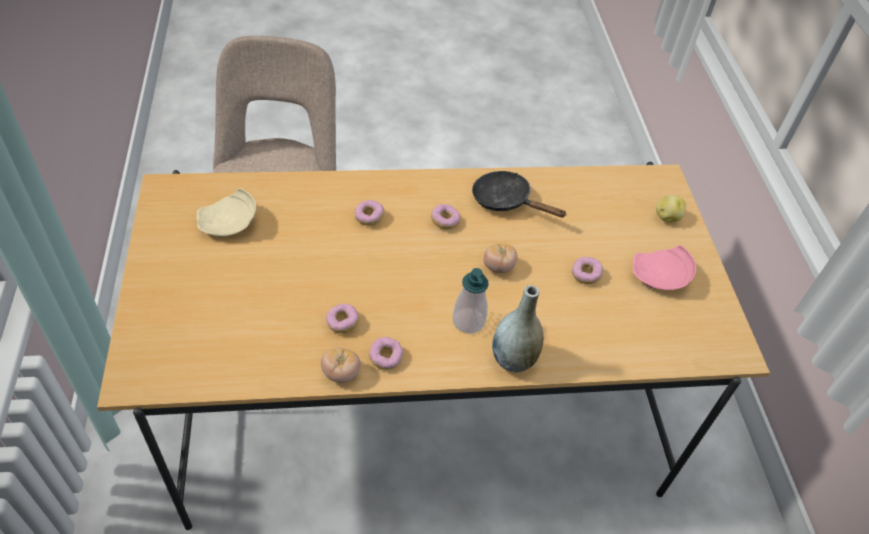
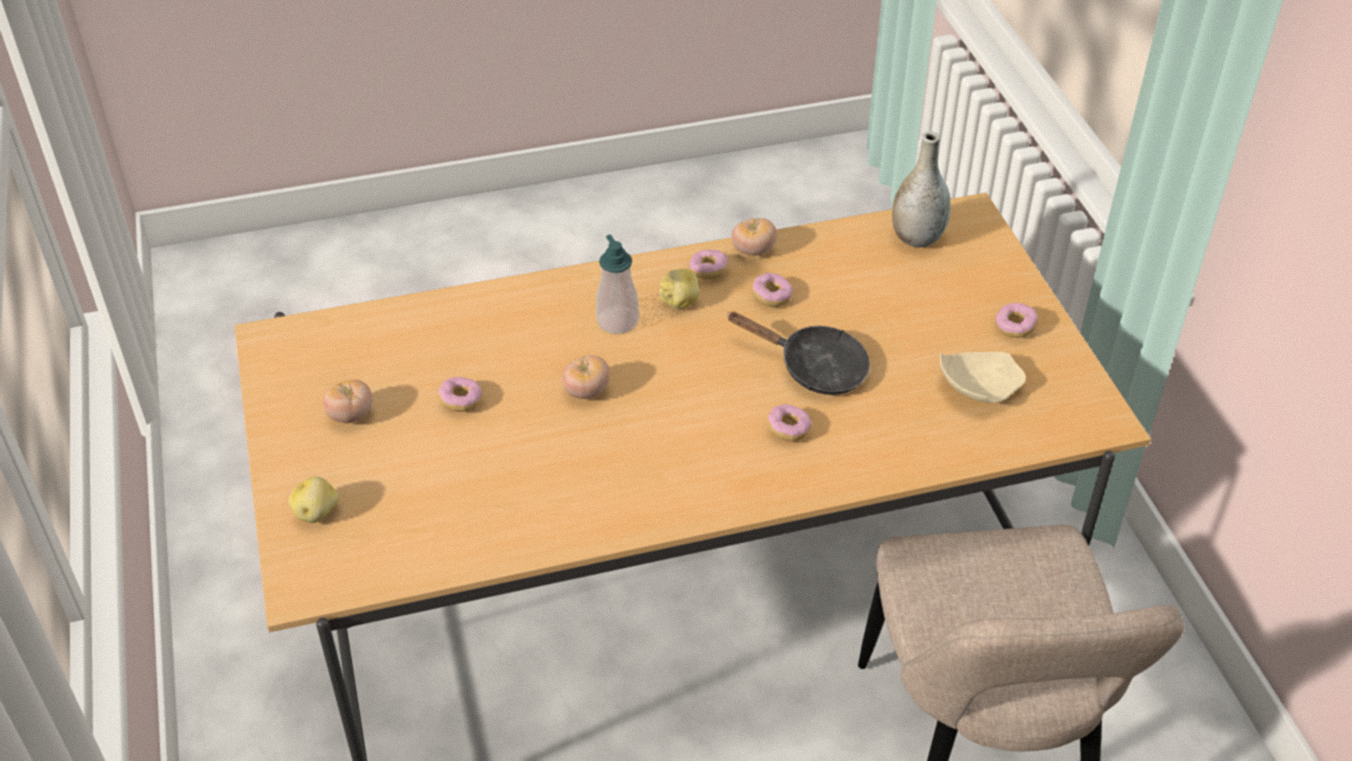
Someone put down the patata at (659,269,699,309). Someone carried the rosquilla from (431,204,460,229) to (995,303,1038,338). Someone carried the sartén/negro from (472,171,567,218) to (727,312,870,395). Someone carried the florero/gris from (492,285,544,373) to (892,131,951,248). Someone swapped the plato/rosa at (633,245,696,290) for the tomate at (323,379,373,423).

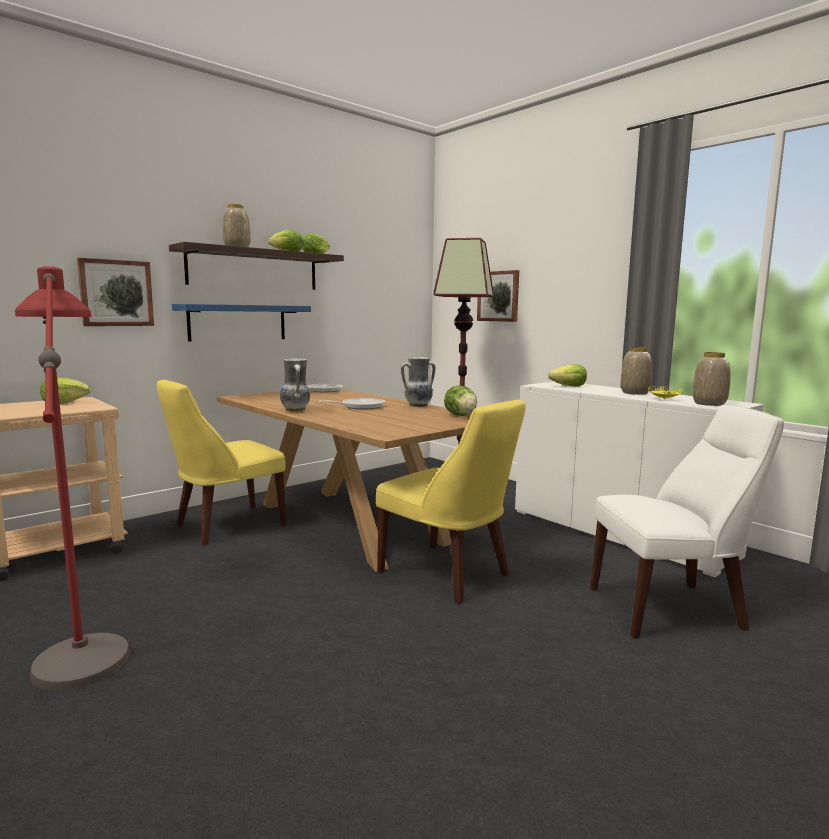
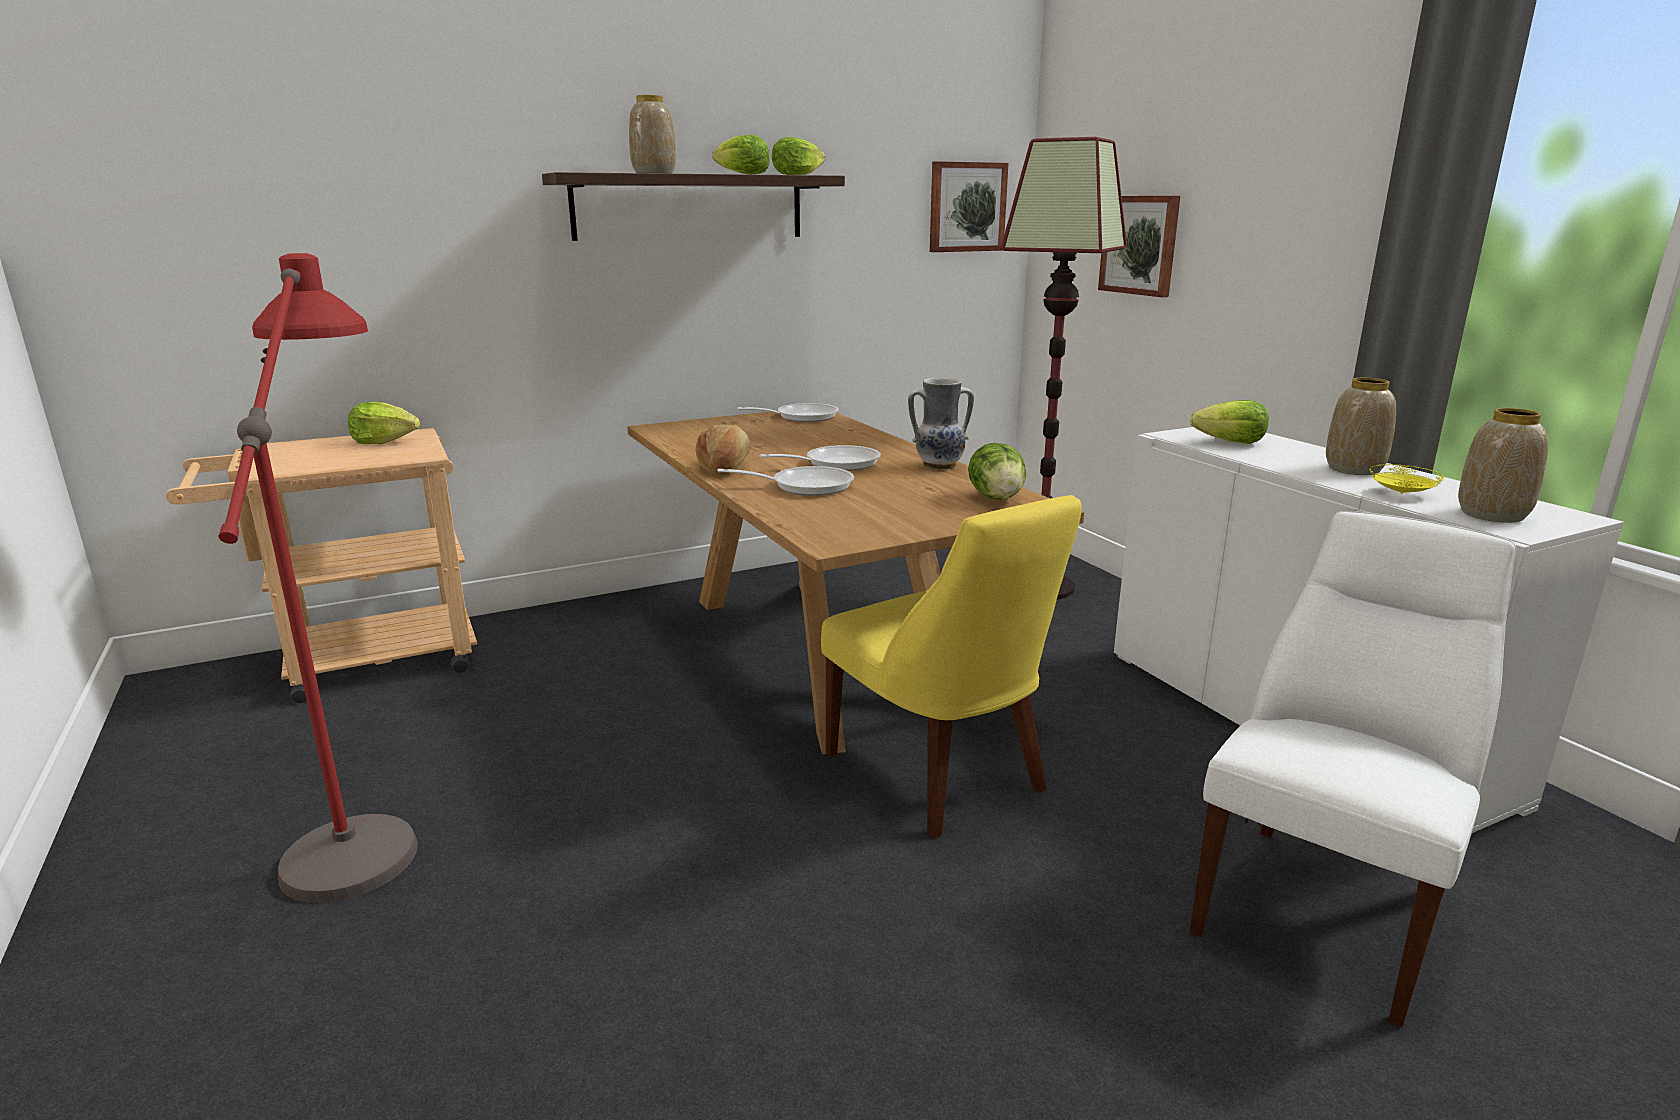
Someone took away the silla/amarillo at (157,379,287,546). Someone took away the estante/azul at (172,304,311,342). Someone put down the sartén at (718,466,854,496). Someone carried the cuadro from (77,258,154,326) to (930,161,1009,252). Someone swapped the florero at (280,358,310,412) for the pan at (695,425,750,476). Someone rotated the silla/blanco at (590,404,784,638) by 60 degrees counterclockwise.

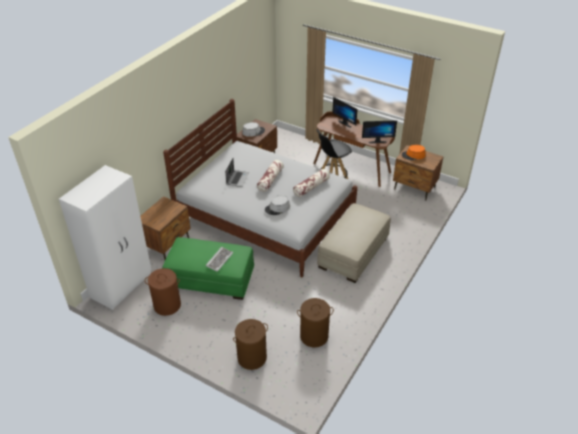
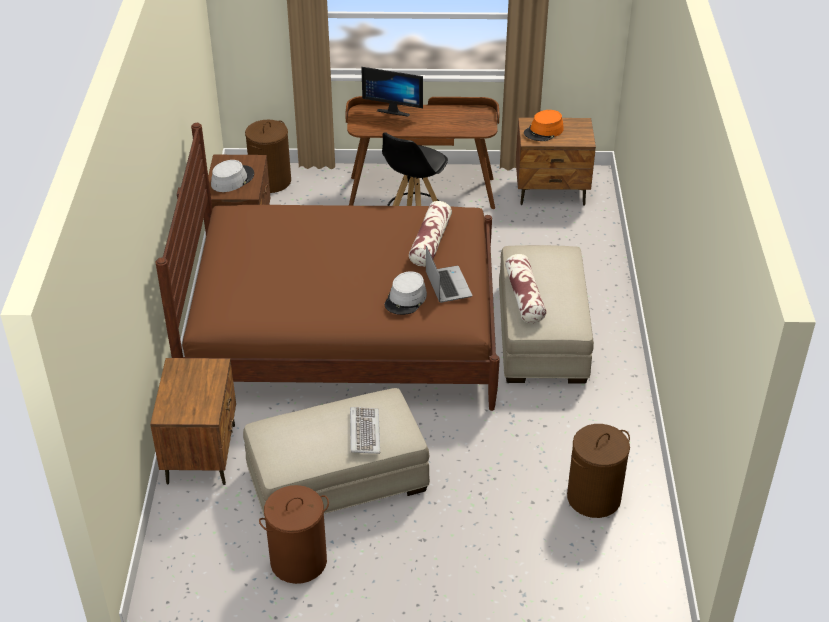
Someone took away the armario ropero/blanco at (59,165,152,310). Someone took away the monitor at (362,120,397,143). Someone carried the portátil from (225,158,249,187) to (426,246,472,303). Someone carried the cesto de la ropa/marrón from (233,319,268,370) to (245,120,291,193). Someone carried the cojín from (257,160,284,192) to (505,254,546,323). Someone repainted the puf/verde at (162,237,254,300), which became the puf/beis at (243,388,430,518). Someone repainted the cama/blanco at (163,99,357,277), which became the cama/marrón at (156,123,500,411).

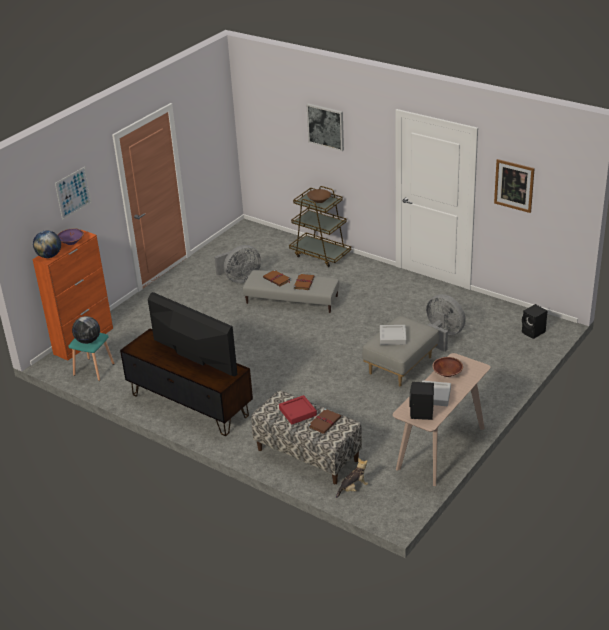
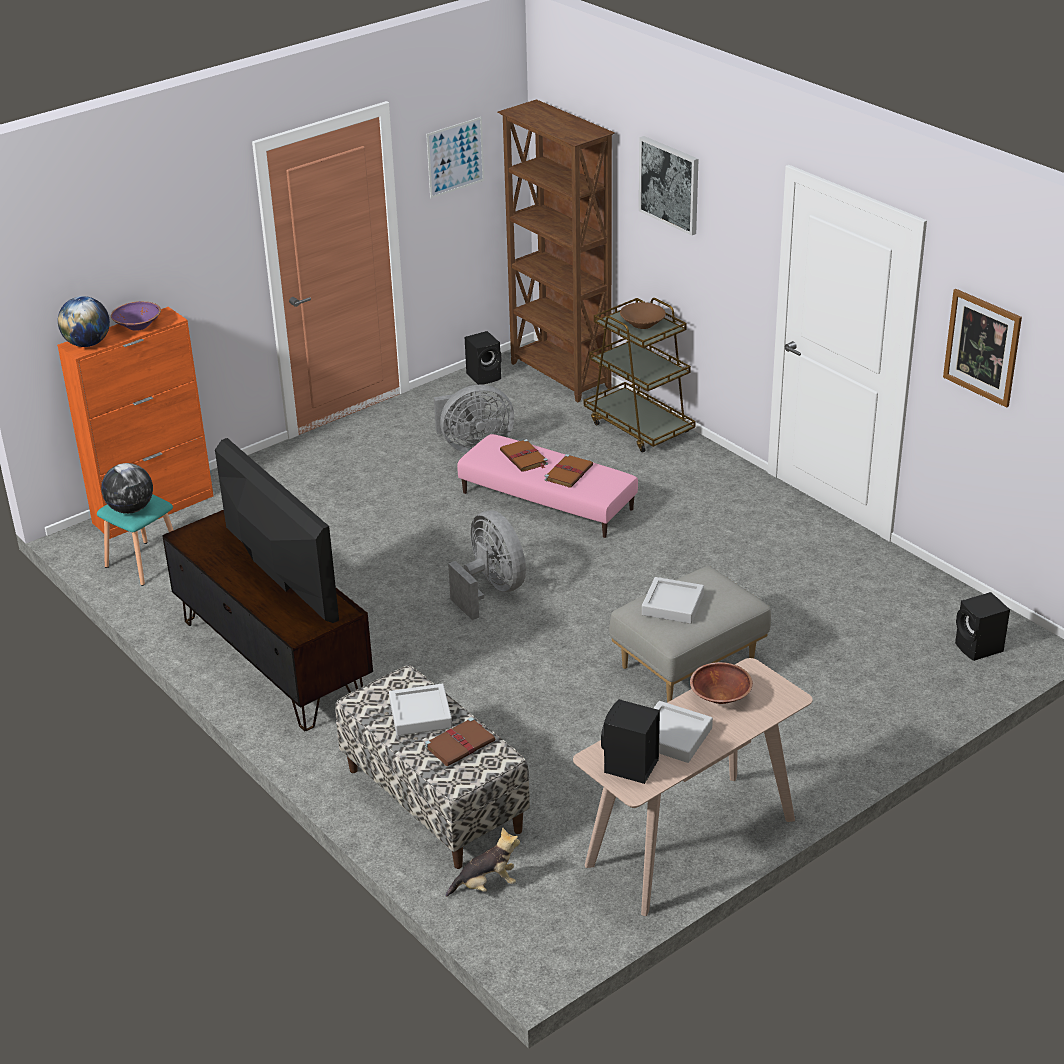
Someone put down the altavoz/negro at (465,331,502,385). Someone put down the estantería/marrón at (497,99,615,402). Someone carried the cuadro from (55,167,91,220) to (426,117,484,198). Someone carried the ventilador/gris from (426,294,466,352) to (448,510,526,620). Someone repainted the puf/gris at (243,270,339,313), which became the puf/rosa at (457,434,638,538). Someone repainted the bandeja/rojo at (279,395,317,425), which became the bandeja/gris at (389,684,452,736).

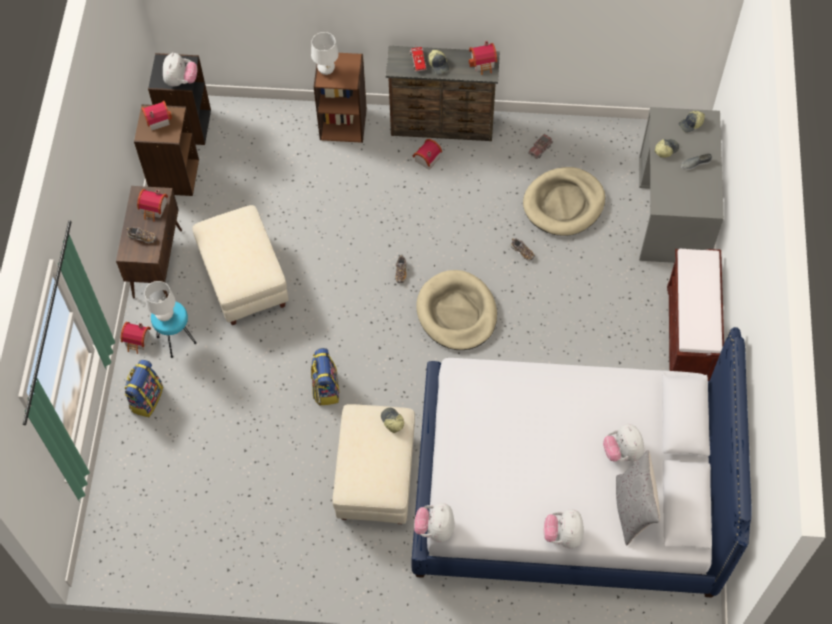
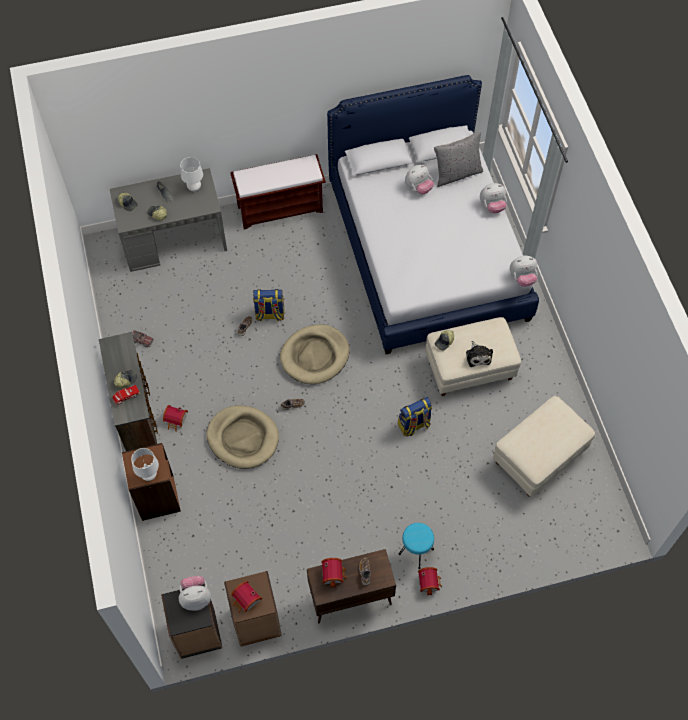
Someone took away the casita at (469,41,497,75). Someone put down the peluche at (466,341,493,367). Someone carried the mochila from (125,360,163,417) to (253,289,284,322). Someone carried the lámpara de mesa/blanco from (144,281,175,321) to (180,157,203,191). Someone carried the puf/beis from (192,205,289,325) to (493,396,595,497). Someone carried the cama para perro/beis from (523,167,606,236) to (206,405,279,469).

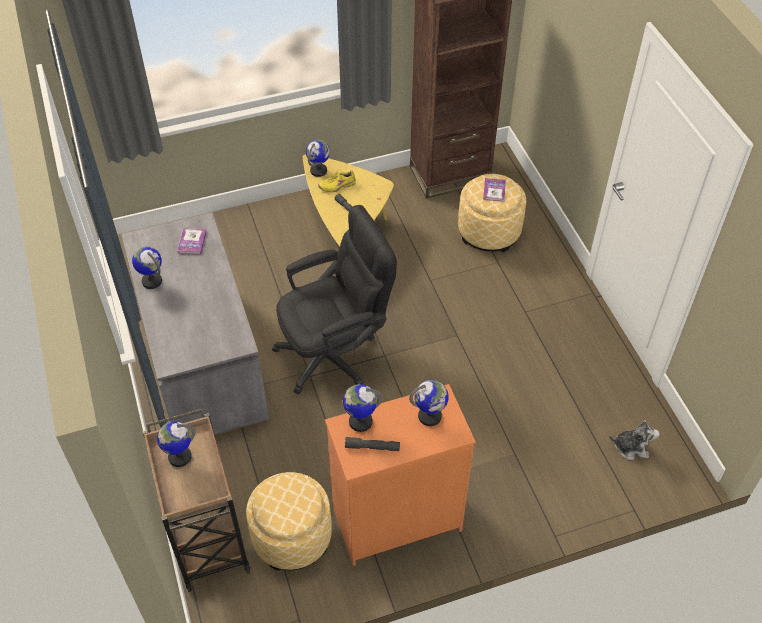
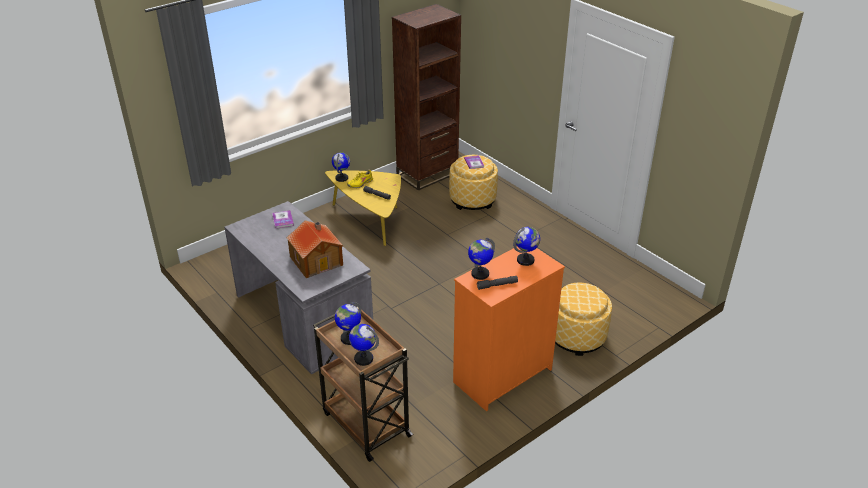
Someone took away the silla de oficina/negro at (272,205,397,394). Someone took away the peluche at (609,420,660,460). Someone put down the casita at (287,221,343,278). Someone carried the globo terráqueo from (132,246,162,289) to (349,324,379,366). Someone carried the puf from (246,472,332,571) to (555,283,612,356).

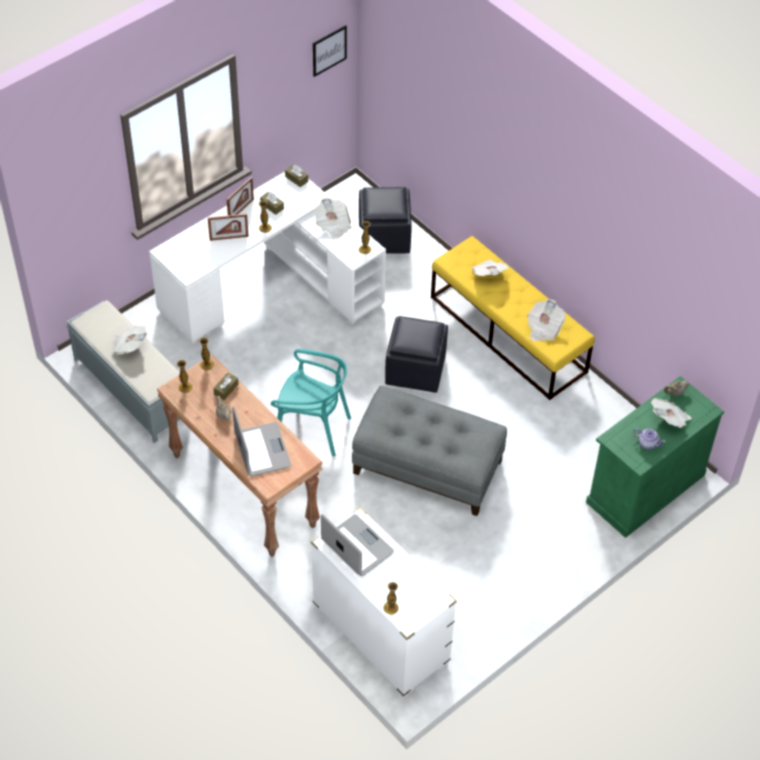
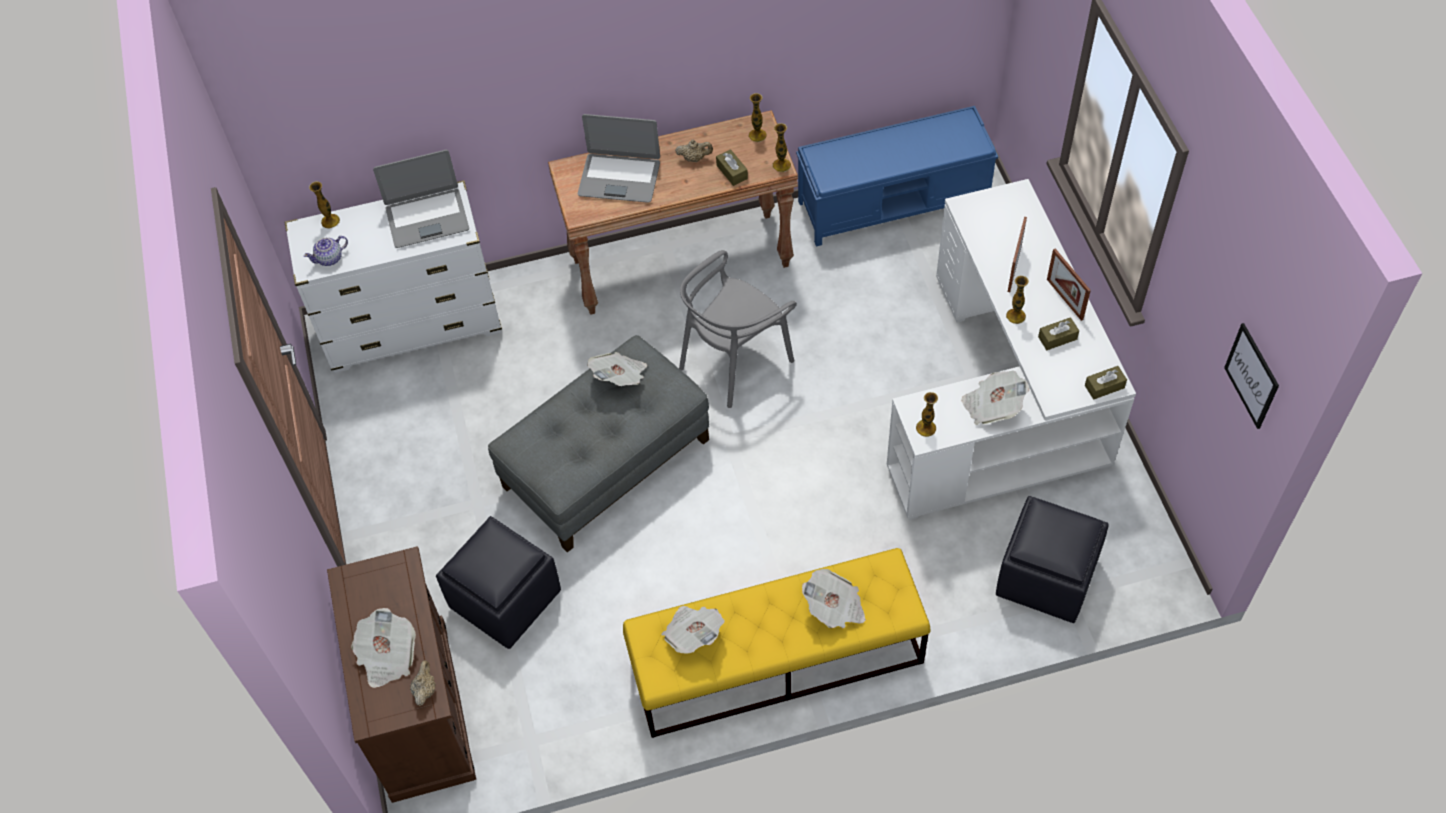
Someone carried the periódico from (112,326,147,354) to (587,352,647,386). Someone carried the puf/negro from (385,316,448,393) to (436,516,561,649). Someone carried the tetera from (633,428,666,450) to (304,236,348,266). Someone repainted the banco/gris at (66,300,180,443), which became the banco/azul at (796,106,998,246). Someone repainted the silla/turquesa at (271,349,351,456), which became the silla/gris at (679,250,797,408). Someone repainted the armario/verde at (586,376,724,538), which became the armario/marrón at (327,546,476,803).

